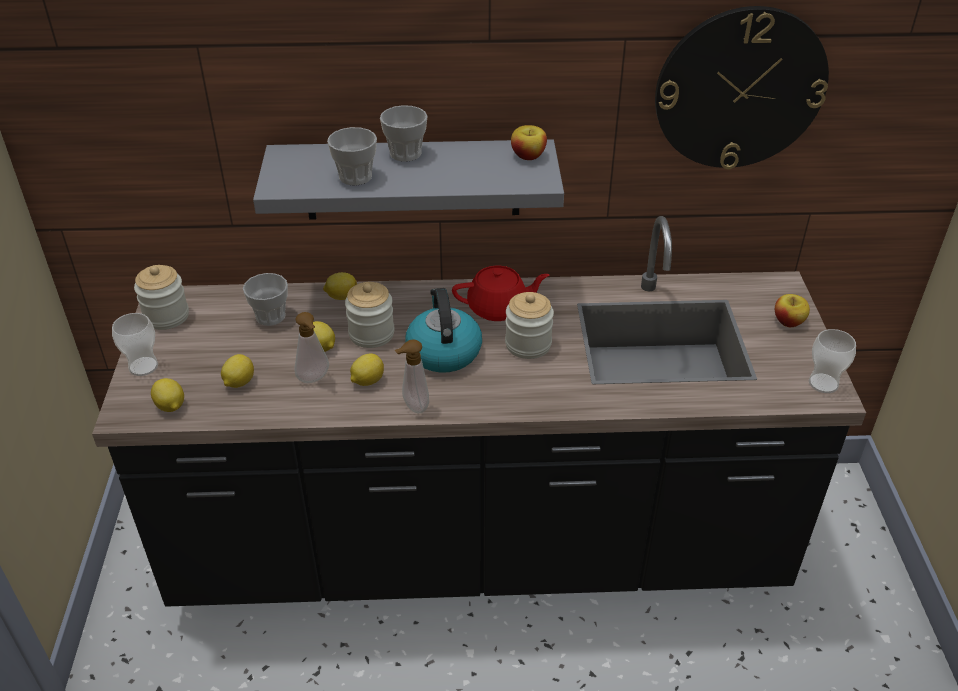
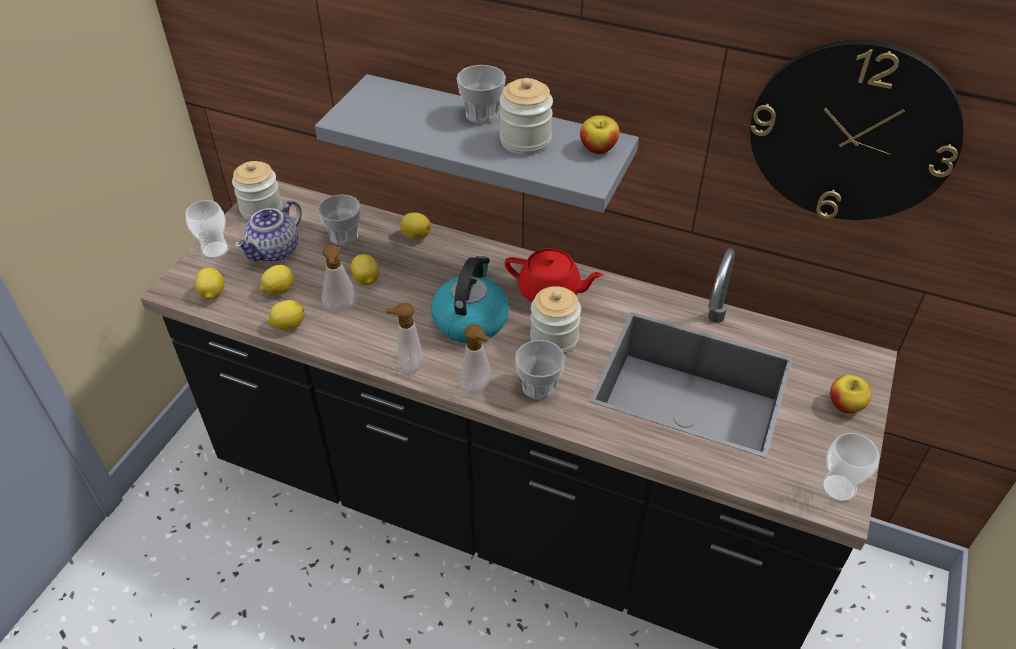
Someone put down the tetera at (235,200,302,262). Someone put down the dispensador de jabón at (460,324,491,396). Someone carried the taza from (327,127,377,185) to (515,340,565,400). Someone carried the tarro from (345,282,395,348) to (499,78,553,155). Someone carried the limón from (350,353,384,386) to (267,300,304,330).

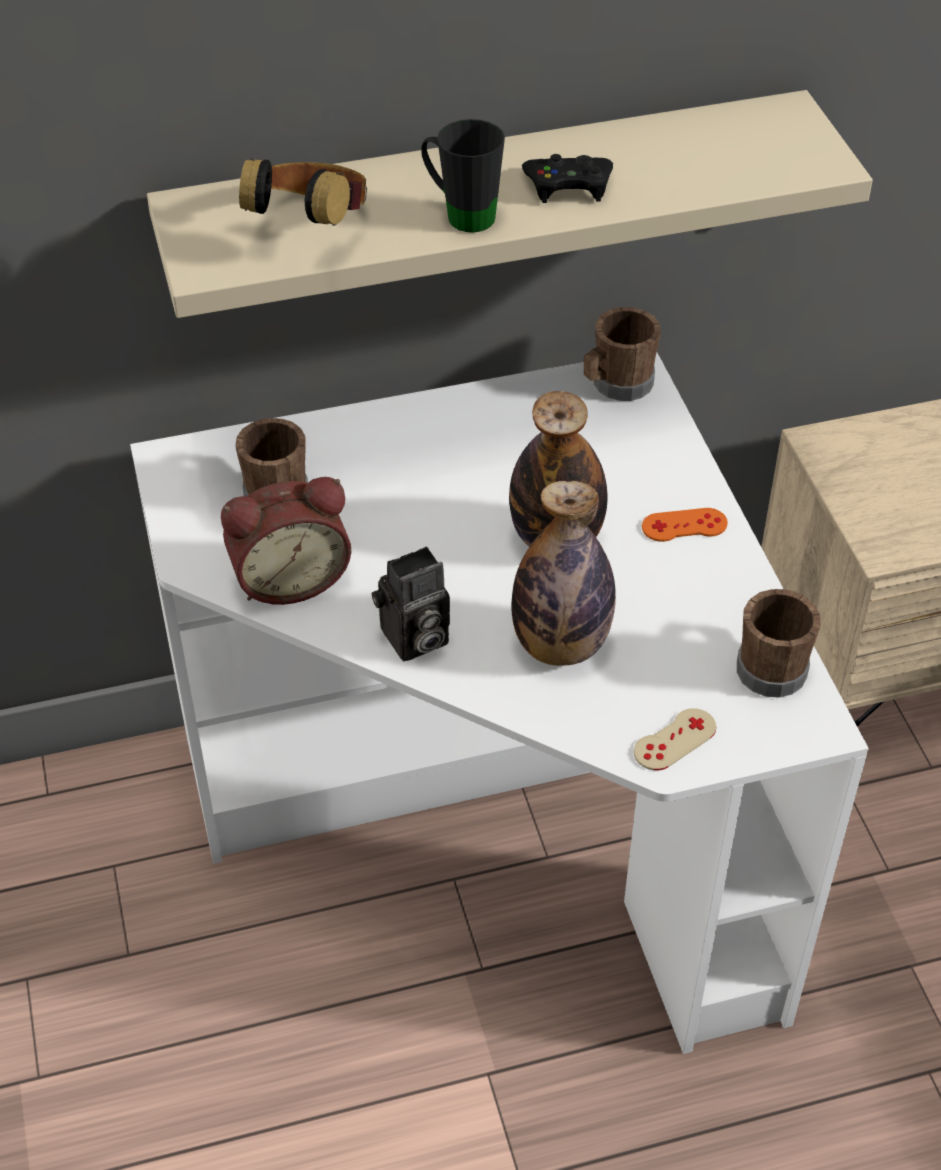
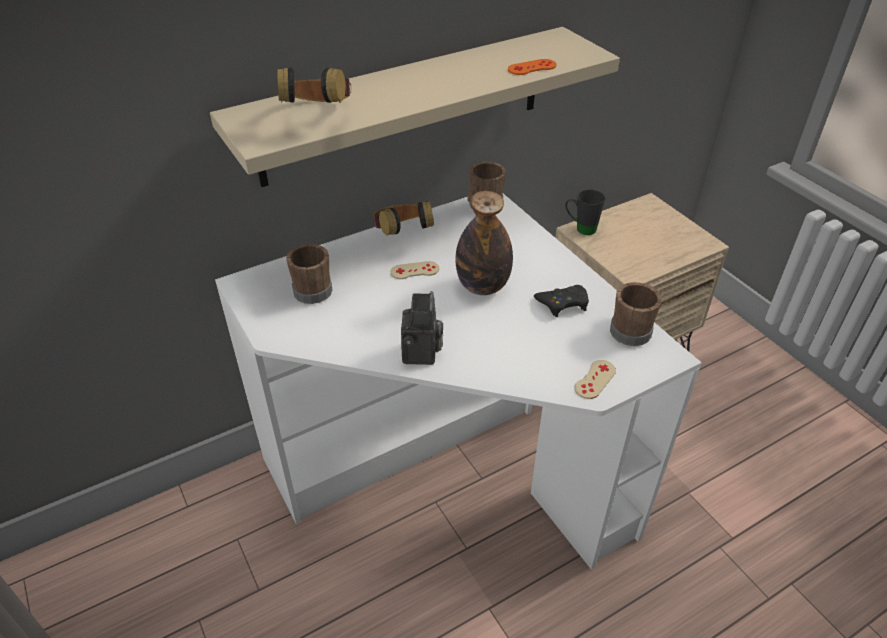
Someone took away the despertador at (221,477,351,605). Someone took away the botella at (511,481,616,666). Someone put down the auriculares at (373,201,434,236). Someone put down the mando de consola/beis at (390,261,439,279). Someone carried the taza grande/negro from (421,119,505,233) to (565,189,605,235). Someone carried the mando de consola/negro from (522,154,613,203) to (534,285,589,317). Someone carried the mando de consola/naranja from (642,508,728,542) to (508,59,556,75). Someone rotated the cámara at (372,547,450,661) by 45 degrees counterclockwise.

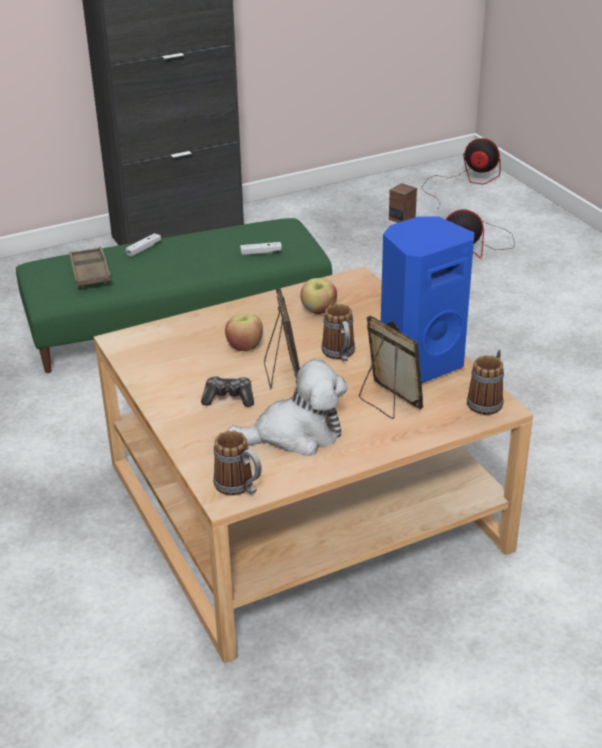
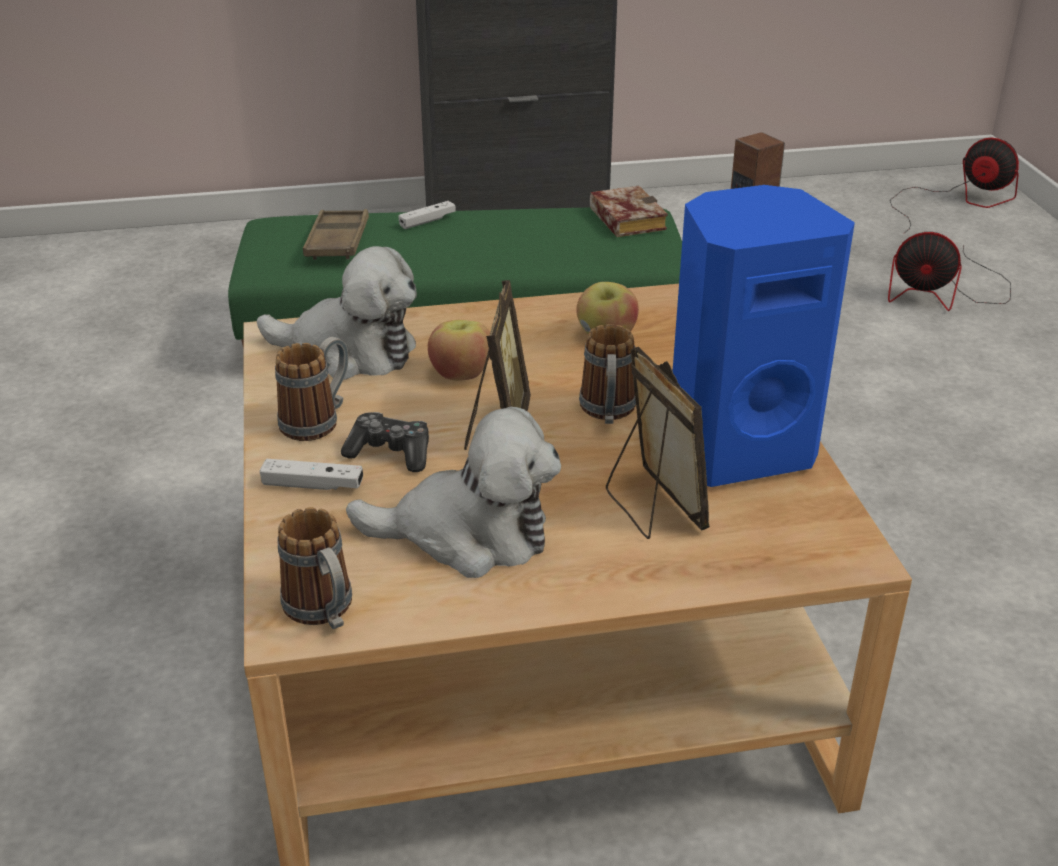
Someone put down the peluche at (257,246,417,380). Someone put down the libro at (590,186,668,237). Someone carried the mando de consola/blanco from (240,242,282,256) to (260,459,363,490). Someone carried the taza grande from (467,349,504,415) to (275,337,349,441).

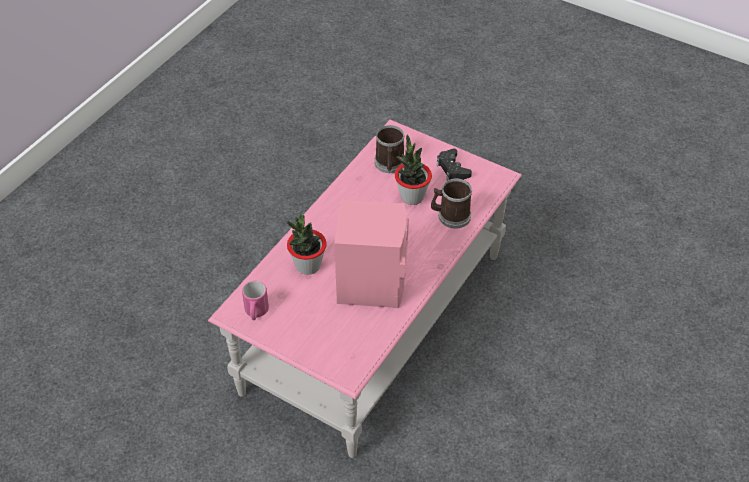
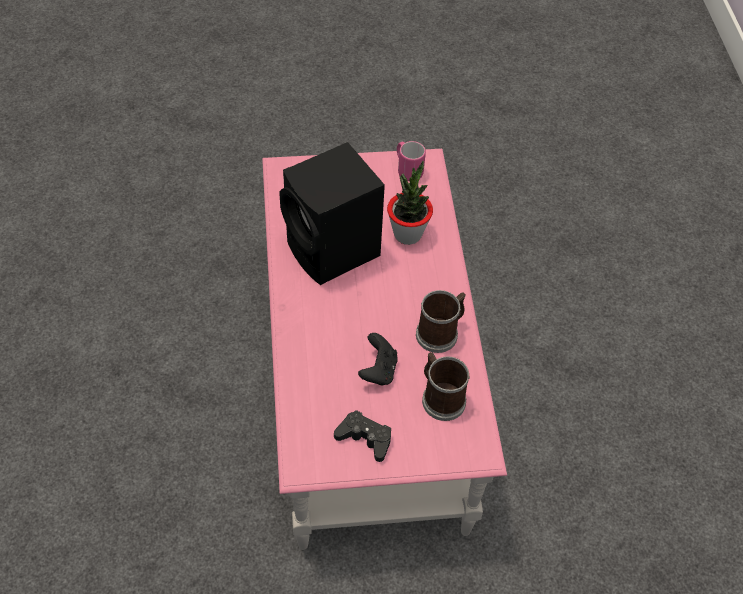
Someone carried the taza grande from (431,179,472,229) to (416,290,465,353). Someone swapped the planta en maceta at (395,134,432,205) for the mando de consola/negro at (358,333,398,386). Someone repainted the altavoz/rosa at (334,200,409,308), which became the altavoz/negro at (279,142,385,285).

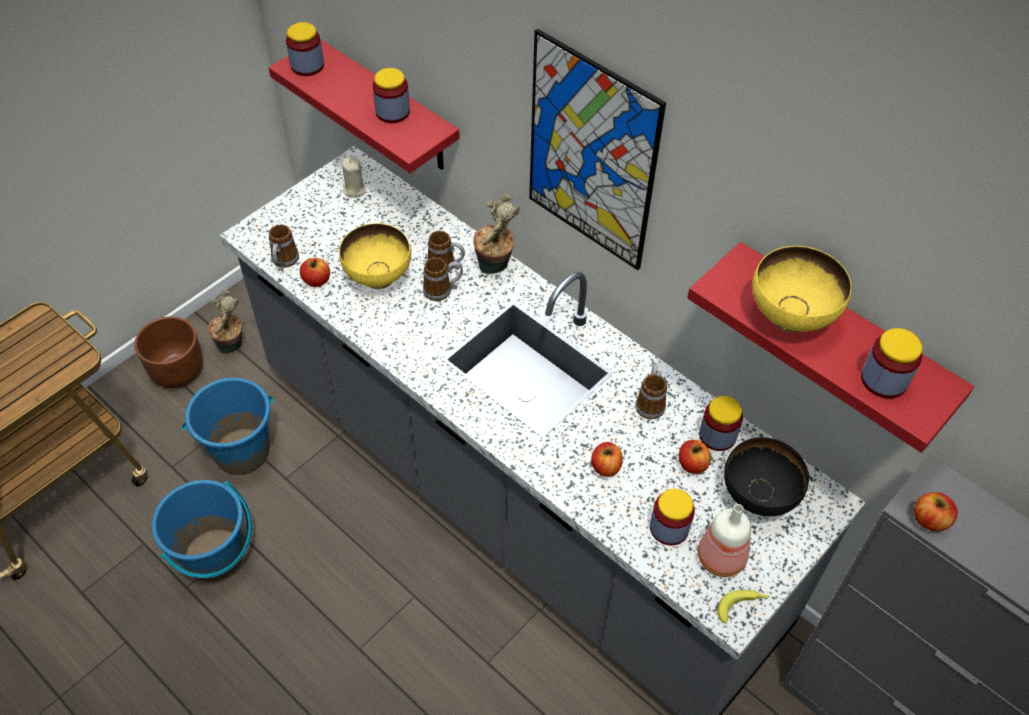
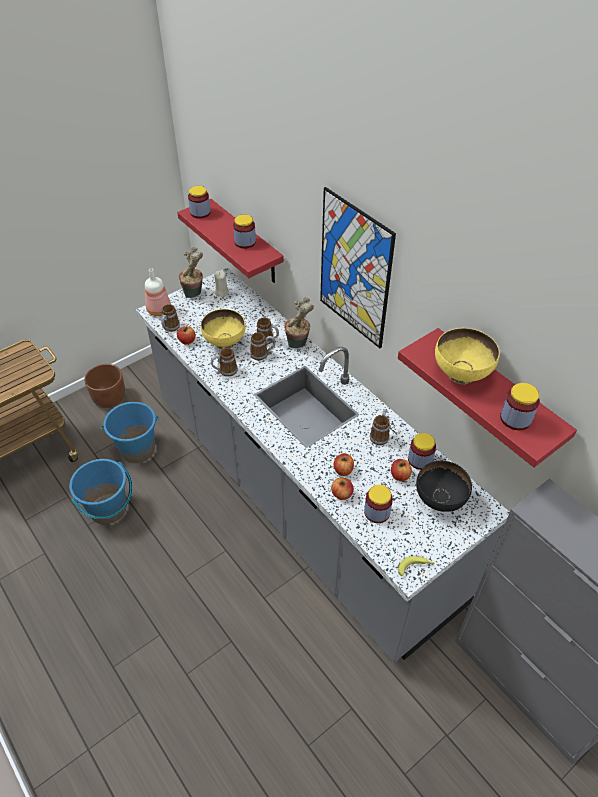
Someone put down the taza grande at (211,348,238,376). Someone carried the planta en maceta from (208,291,242,354) to (179,247,203,298). Someone carried the botella from (698,504,751,577) to (145,268,171,316). Someone carried the manzana from (914,492,958,531) to (331,478,354,500).

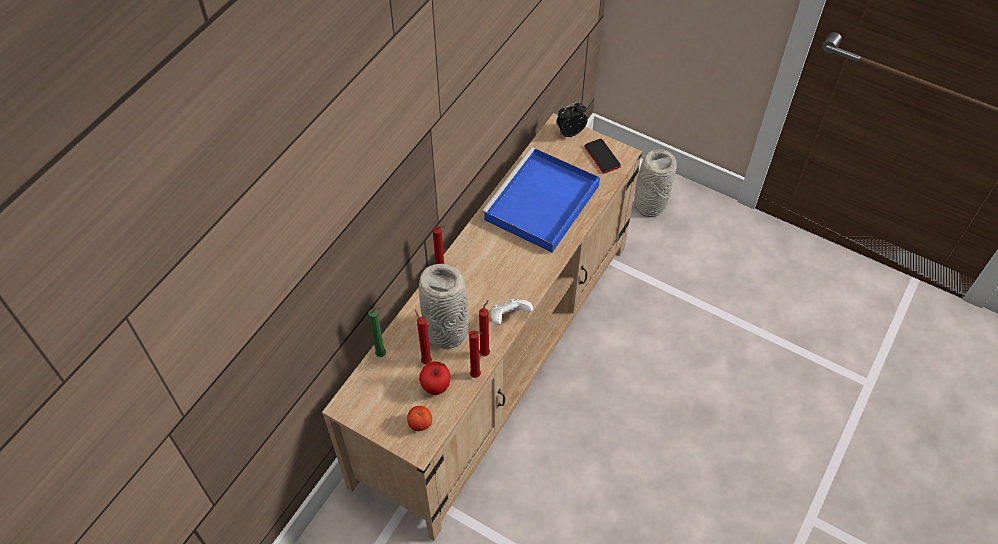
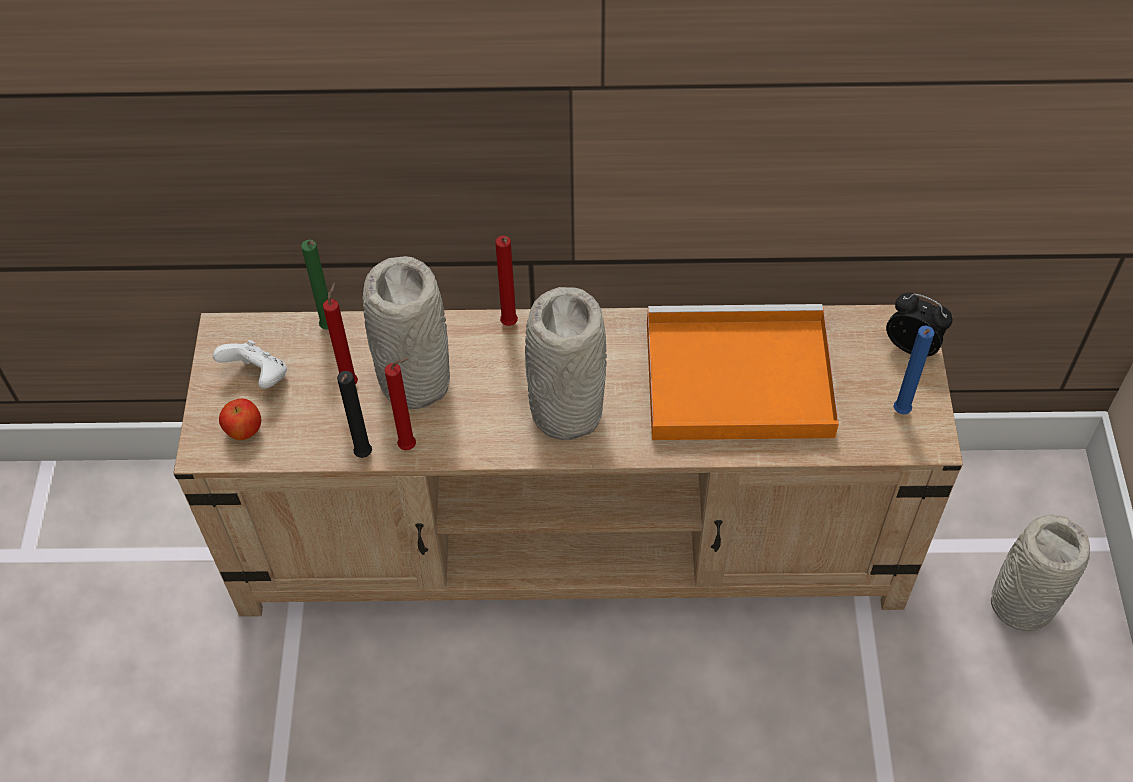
Someone took away the manzana at (419,361,450,395). Someone put down the florero/gris at (525,287,607,440). Someone carried the mando de consola/blanco from (491,299,533,325) to (213,340,287,389). Someone swapped the móvil at (585,138,621,174) for the vela/azul at (893,326,935,414). Someone repainted the vela/rojo at (469,330,482,378), which became the vela/negro at (337,371,372,458). Someone repainted the bandeja/azul at (481,147,600,253), which became the bandeja/naranja at (647,304,839,440).

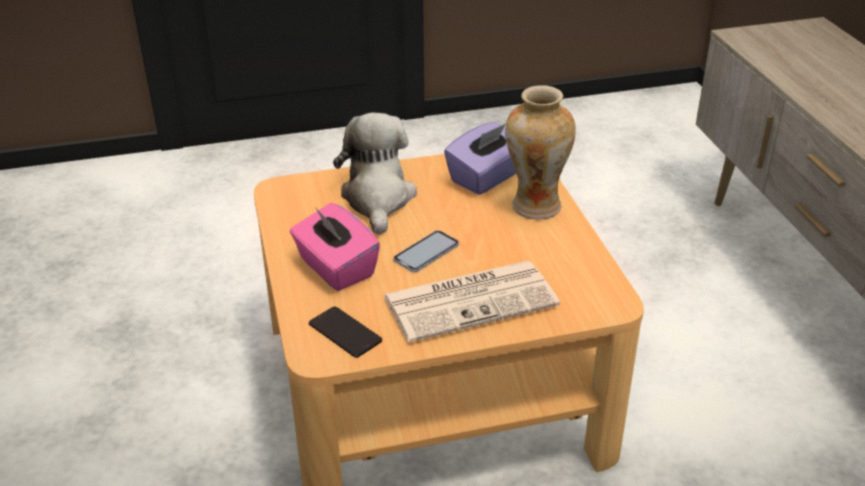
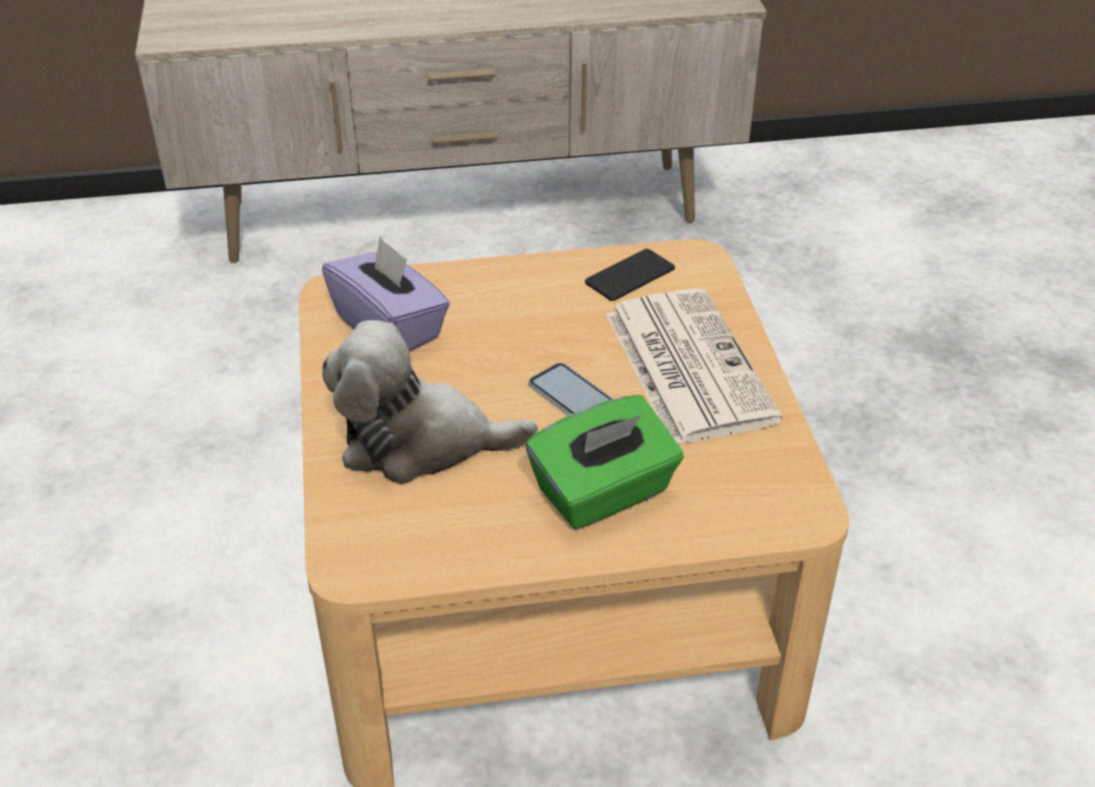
Someone took away the florero at (505,85,576,220). Someone carried the móvil from (309,306,382,358) to (585,249,675,301). Someone repainted the caja de pañuelos/rosa at (290,203,380,291), which became the caja de pañuelos/verde at (526,395,684,529).

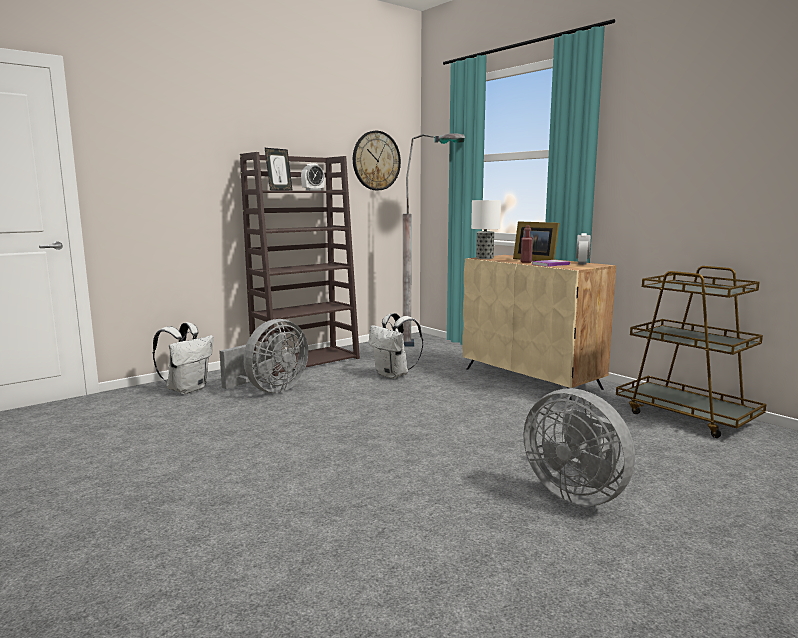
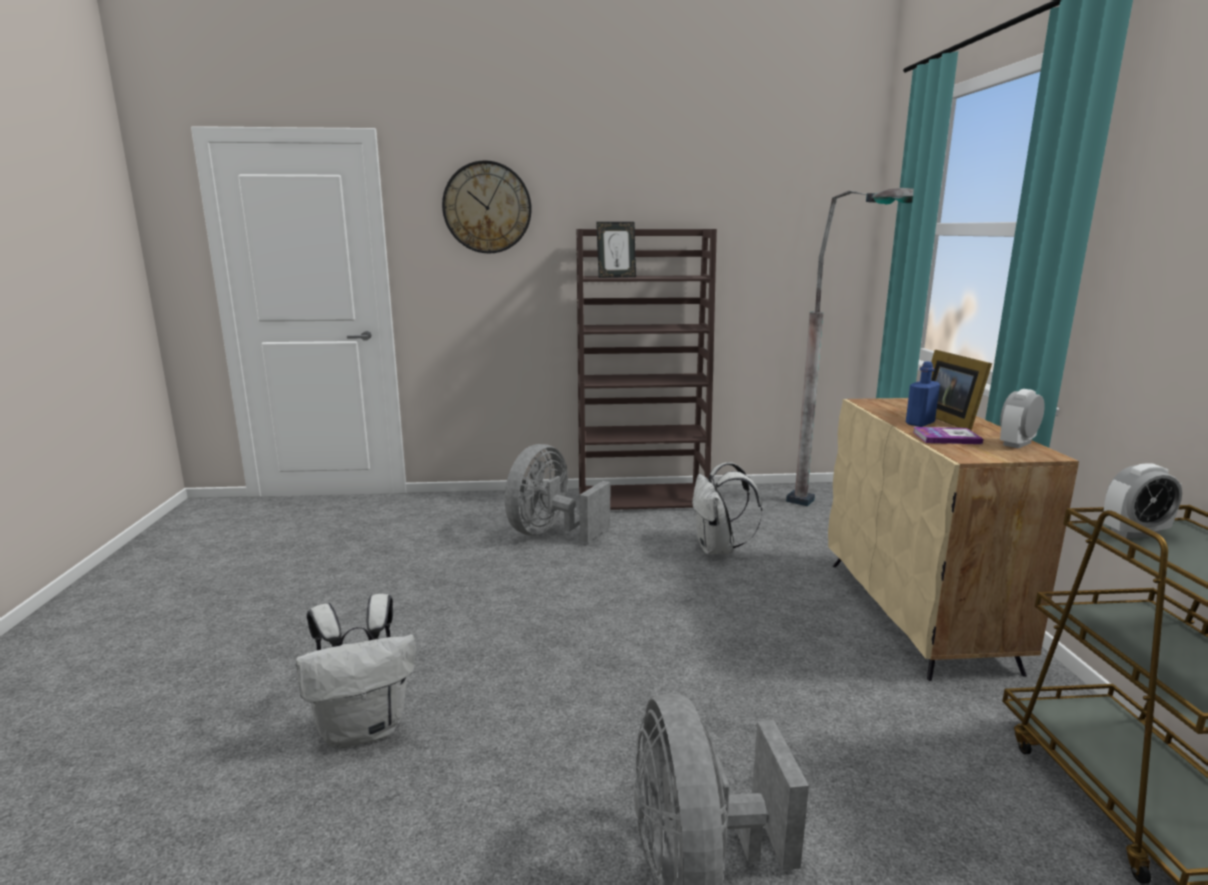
Someone took away the lámpara de mesa at (471,200,501,259). Someone carried the mochila/blanco from (153,322,213,394) to (296,594,416,749). Someone carried the despertador from (301,163,325,191) to (1103,463,1182,538). Someone carried the reloj de pared from (353,131,401,190) to (442,160,532,253). Someone repainted the botella/rojo at (521,225,533,263), which became the botella/azul at (906,361,940,427). Someone rotated the ventilador/gris at (219,319,308,393) by 135 degrees clockwise.

